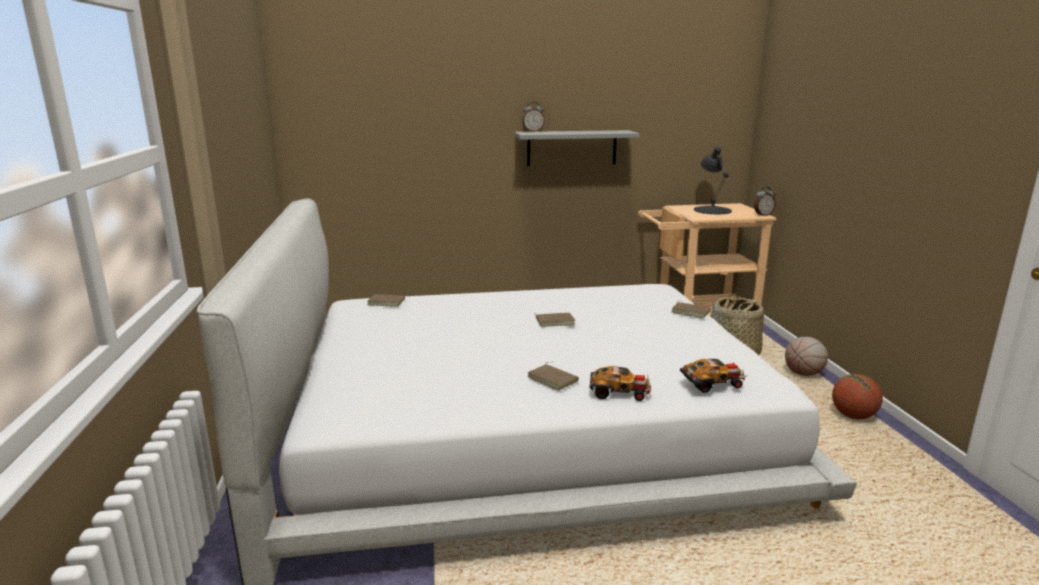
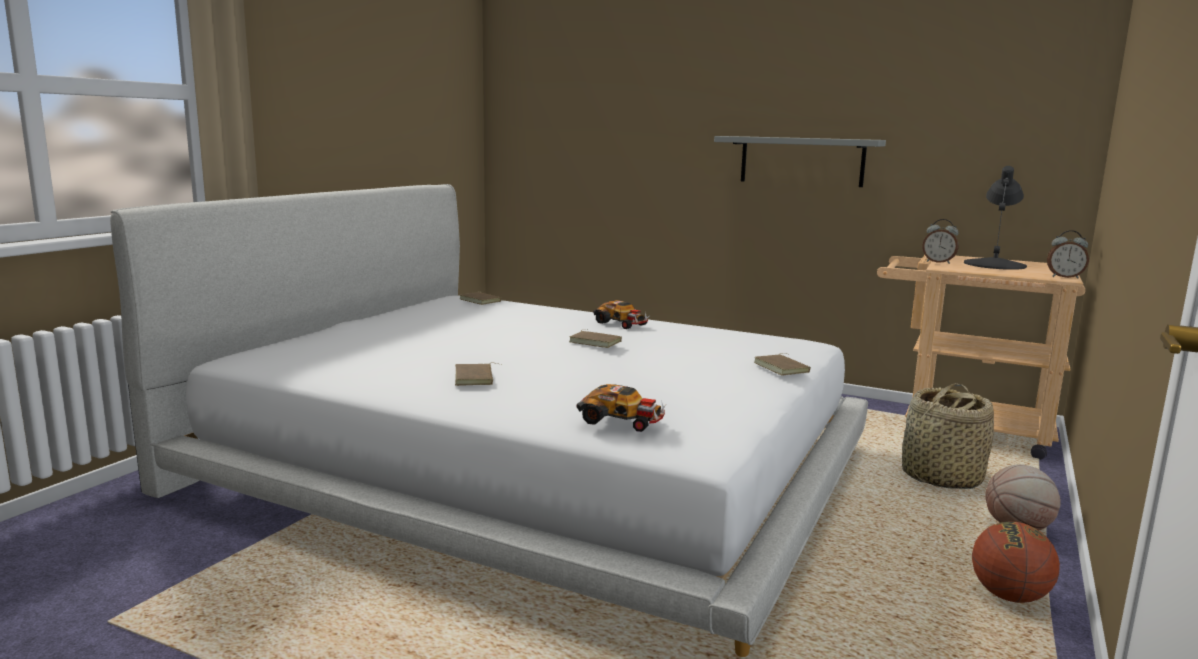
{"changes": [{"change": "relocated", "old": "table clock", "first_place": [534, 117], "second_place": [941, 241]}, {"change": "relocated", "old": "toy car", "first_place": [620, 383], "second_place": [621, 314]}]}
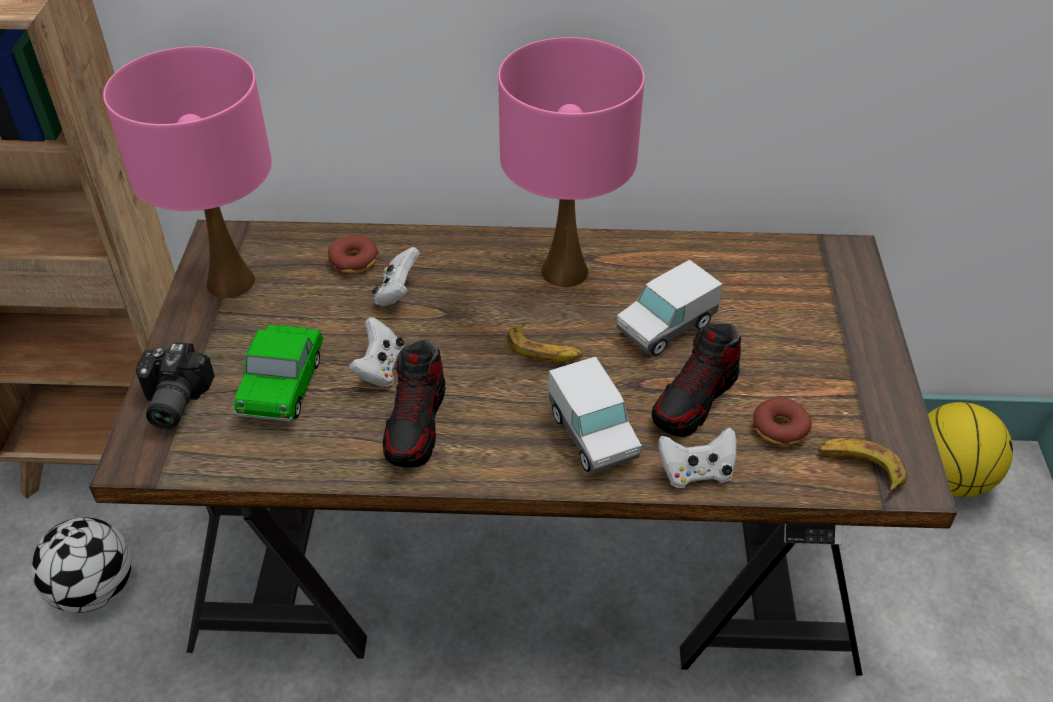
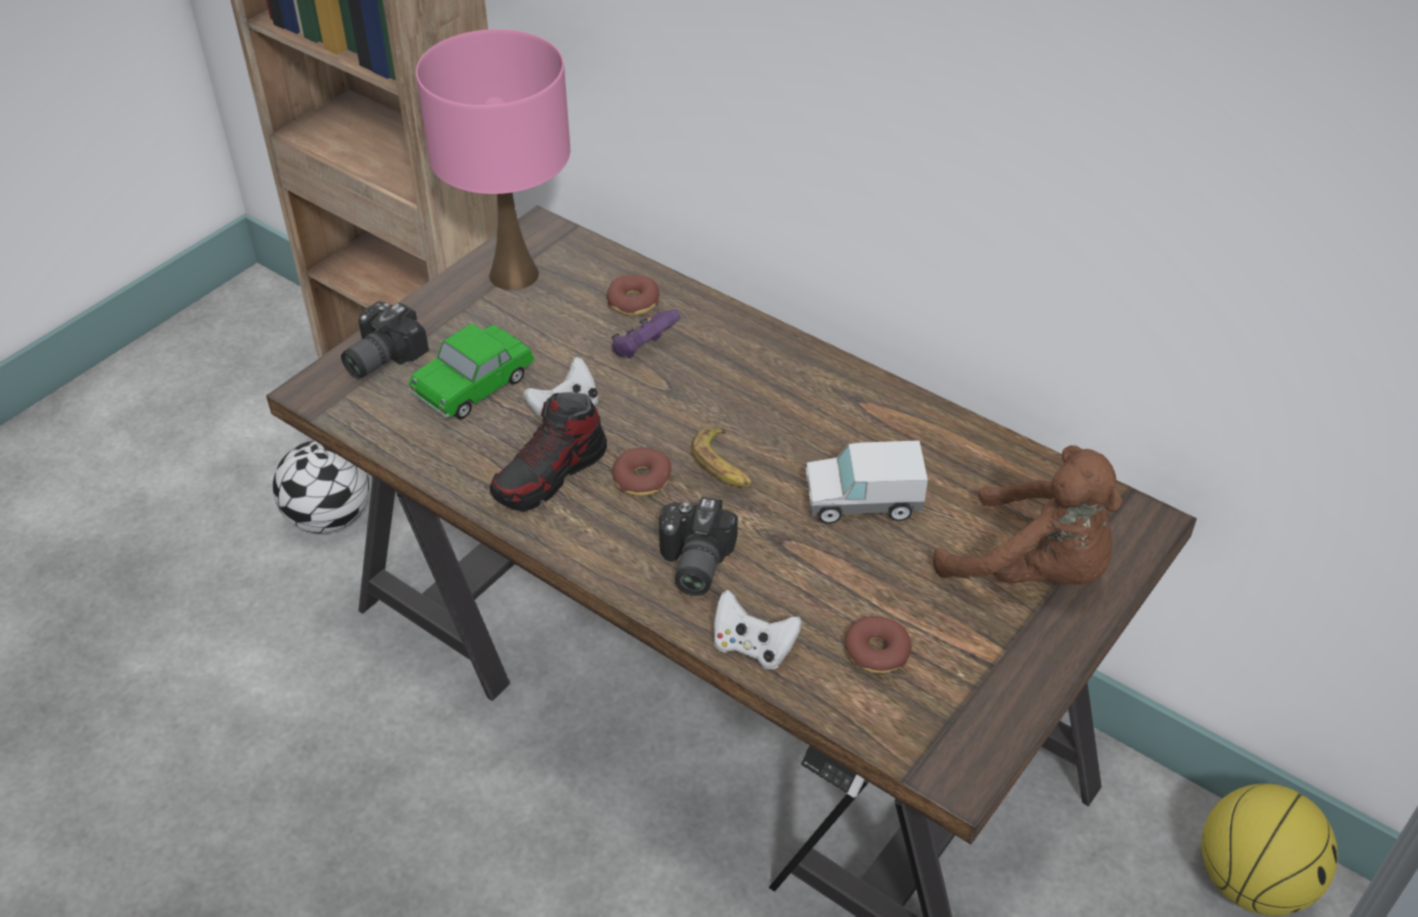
{"changes": [{"change": "colour", "old": "white joypad", "new": "purple joypad", "first_place": [396, 277], "second_place": [645, 333]}, {"change": "missing", "old": "pink-coloured lamp for a table", "first_place": [571, 162]}, {"change": "exchanged", "old": "model truck", "new": "still camera", "first_place": [595, 414], "second_place": [698, 546]}, {"change": "missing", "old": "low shoe", "first_place": [696, 379]}, {"change": "missing", "old": "banana fruit", "first_place": [862, 466]}, {"change": "appeared", "new": "donut", "second_place": [641, 472]}, {"change": "appeared", "new": "brownish cuddly toy", "second_place": [1028, 515]}]}
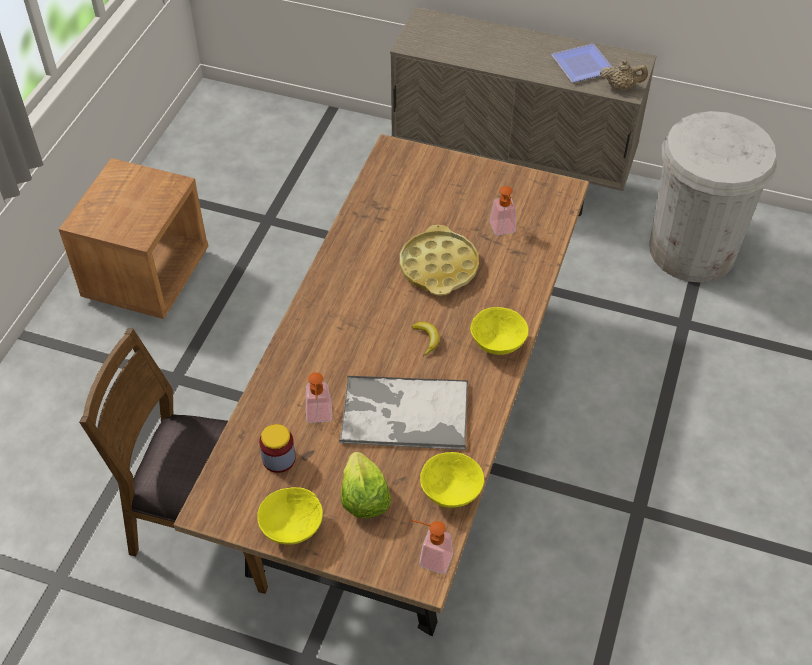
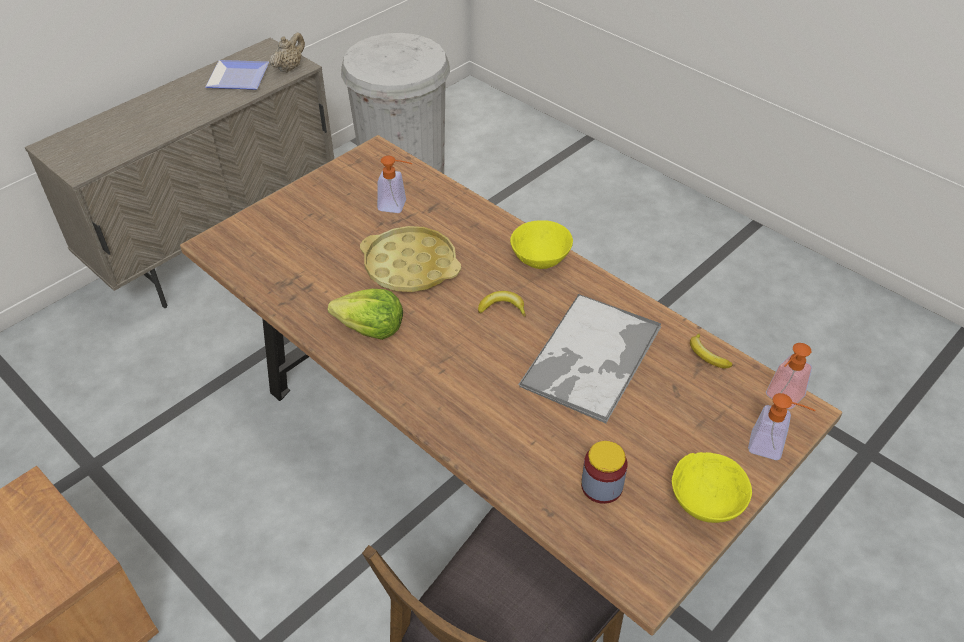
{"changes": [{"change": "relocated", "old": "liquid soap bottle", "first_place": [319, 397], "second_place": [782, 426]}, {"change": "relocated", "old": "lettuce", "first_place": [366, 485], "second_place": [365, 314]}, {"change": "exchanged", "old": "yellowish serving bowl", "new": "banana fruit", "first_place": [452, 480], "second_place": [711, 351]}]}
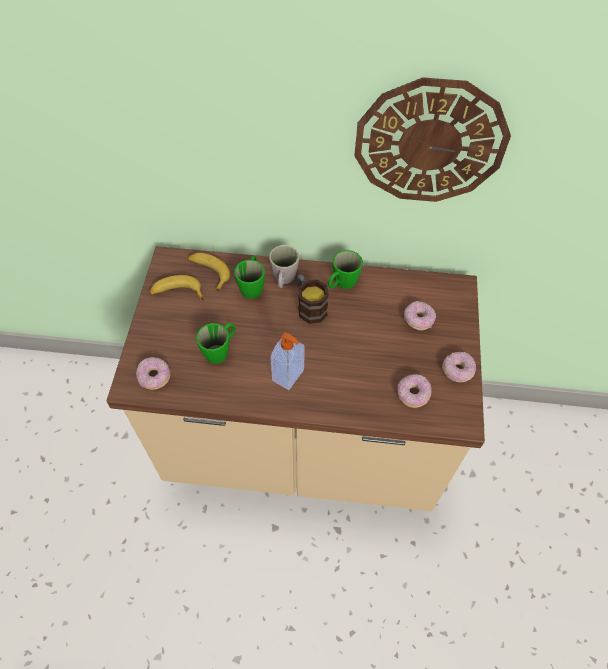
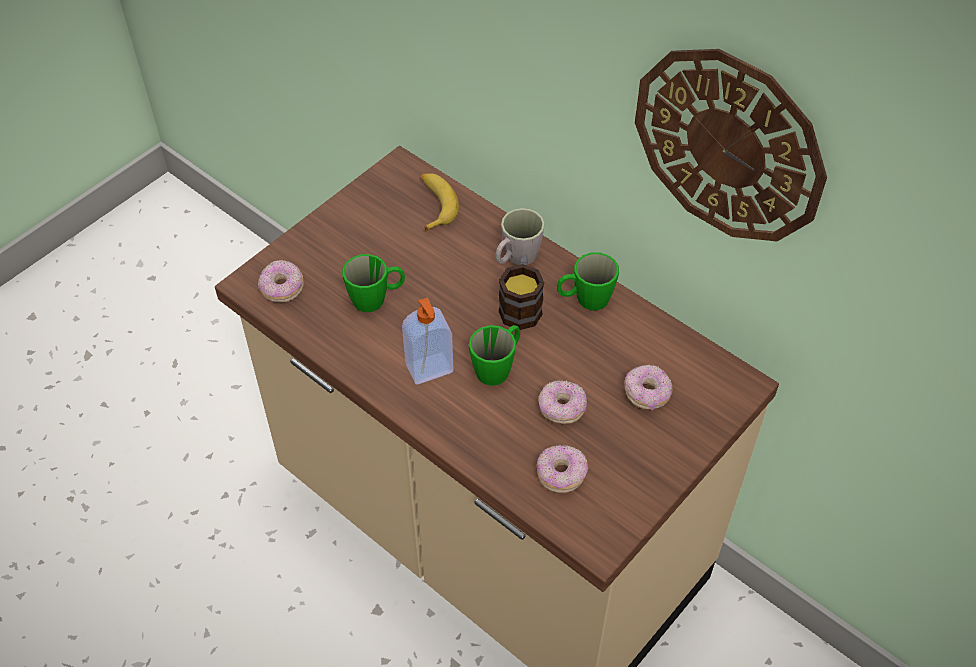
{"changes": [{"change": "missing", "old": "banana fruit", "first_place": [176, 287]}, {"change": "relocated", "old": "green tea mug", "first_place": [249, 277], "second_place": [494, 355]}, {"change": "relocated", "old": "donut", "first_place": [459, 367], "second_place": [562, 402]}]}
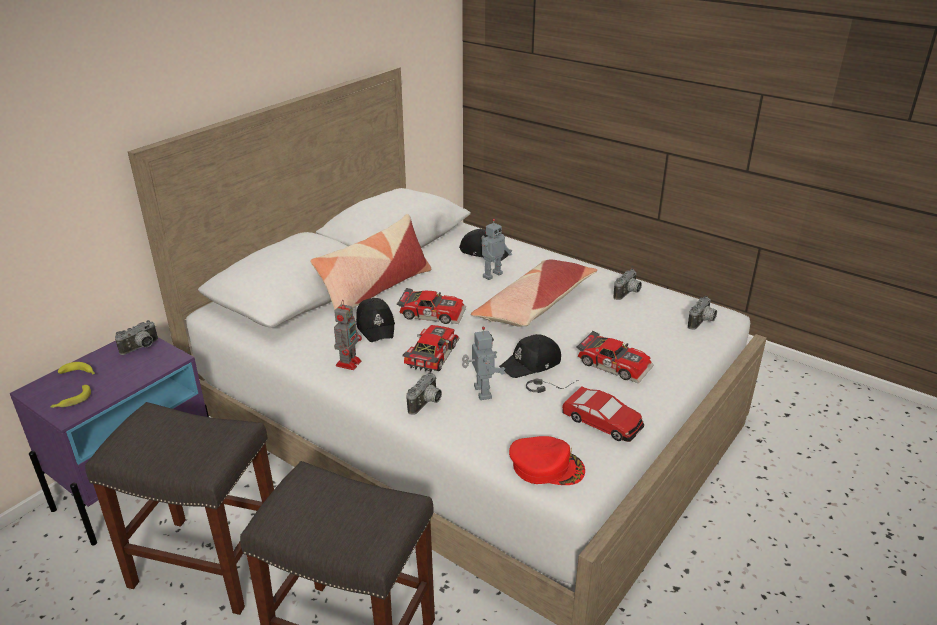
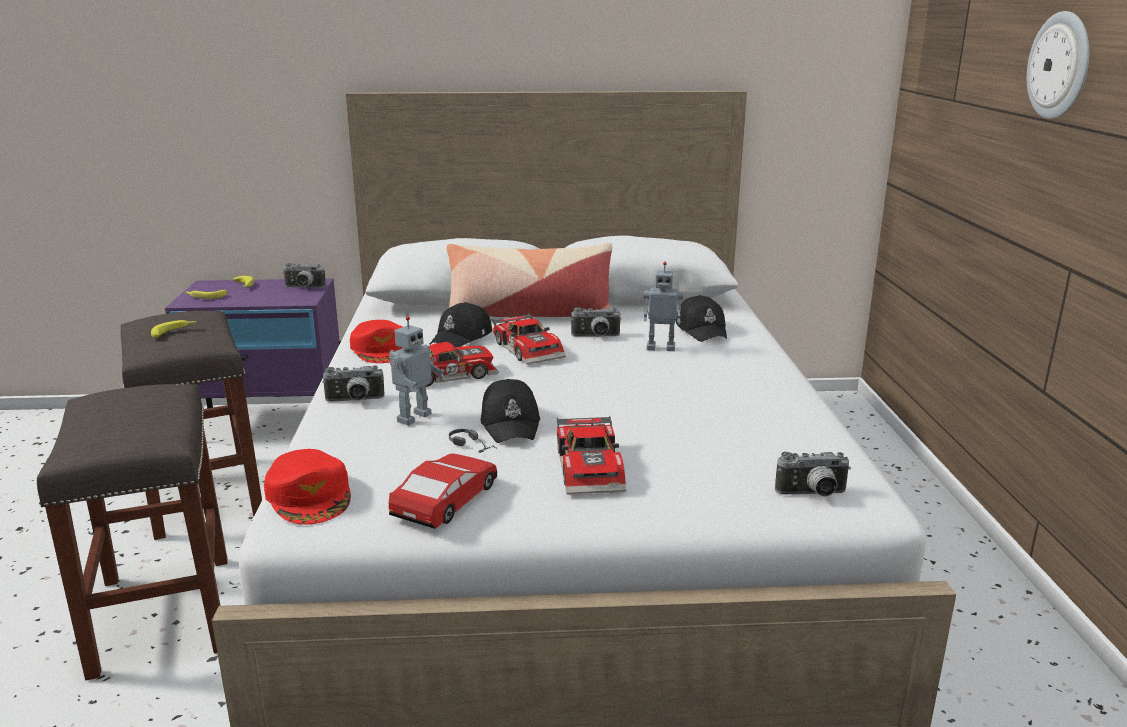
{"changes": [{"change": "exchanged", "old": "toy robot", "new": "red peaked cap", "first_place": [348, 335], "second_place": [376, 341]}, {"change": "missing", "old": "pillow", "first_place": [534, 293]}, {"change": "spun", "old": "blackish peaked cap", "first_place": [530, 356], "second_place": [510, 411], "degrees": -120}, {"change": "spun", "old": "toy car", "first_place": [603, 414], "second_place": [443, 491], "degrees": -150}, {"change": "relocated", "old": "still camera", "first_place": [627, 284], "second_place": [596, 322]}, {"change": "appeared", "new": "banana fruit", "second_place": [174, 329]}, {"change": "appeared", "new": "wall clock", "second_place": [1058, 65]}]}
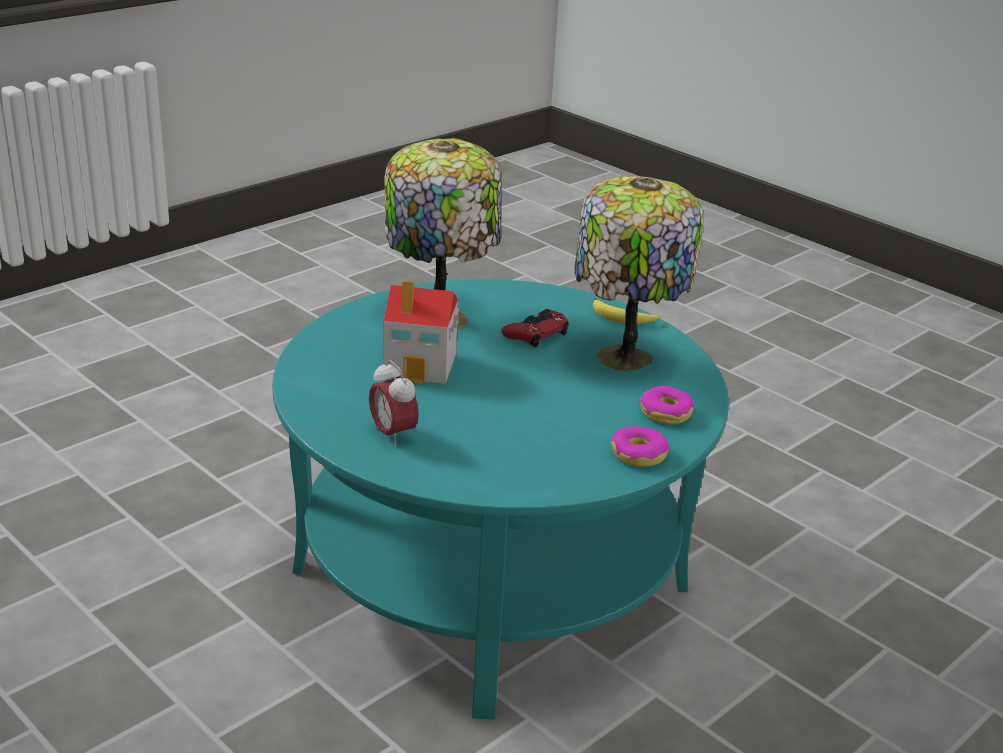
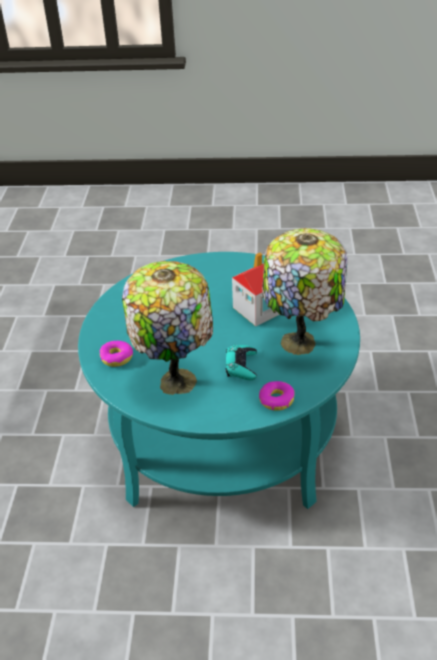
{"changes": [{"change": "missing", "old": "table clock", "first_place": [394, 403]}, {"change": "colour", "old": "red joypad", "new": "turquoise joypad", "first_place": [535, 328], "second_place": [241, 362]}, {"change": "missing", "old": "banana fruit", "first_place": [626, 311]}, {"change": "relocated", "old": "donut", "first_place": [640, 446], "second_place": [277, 396]}]}
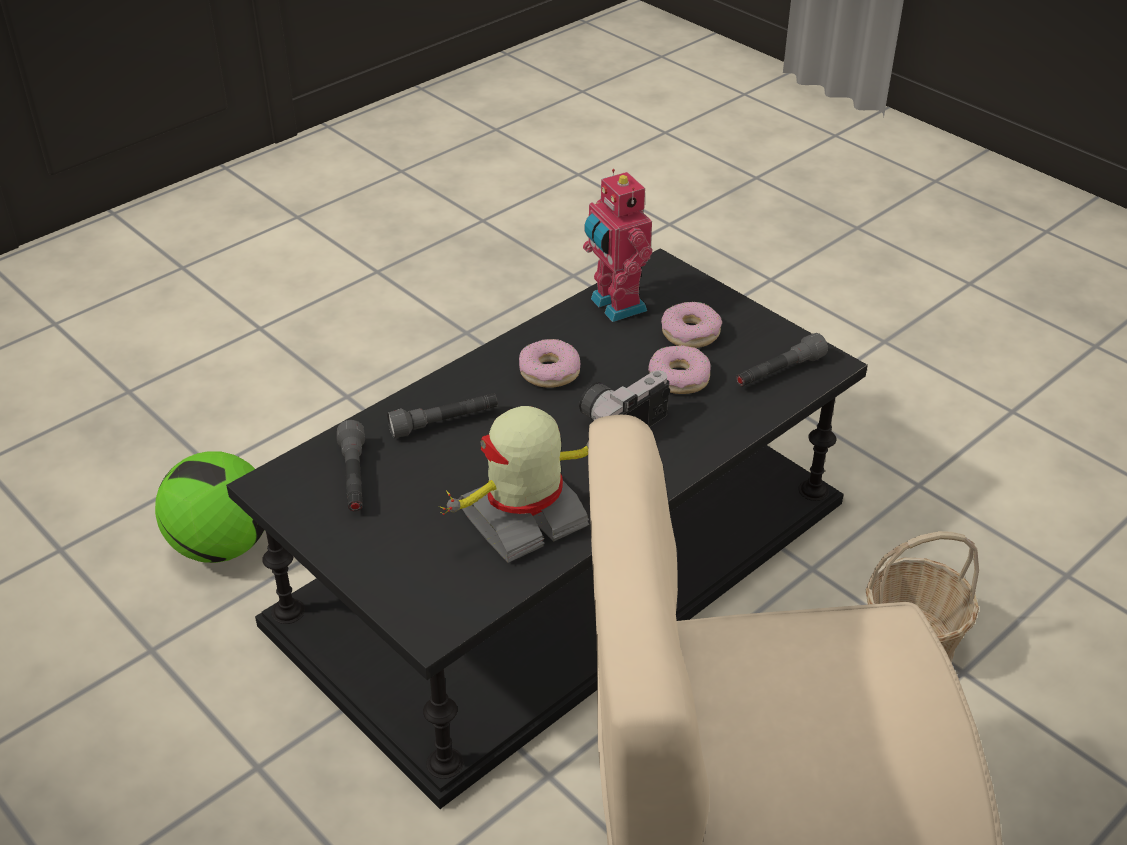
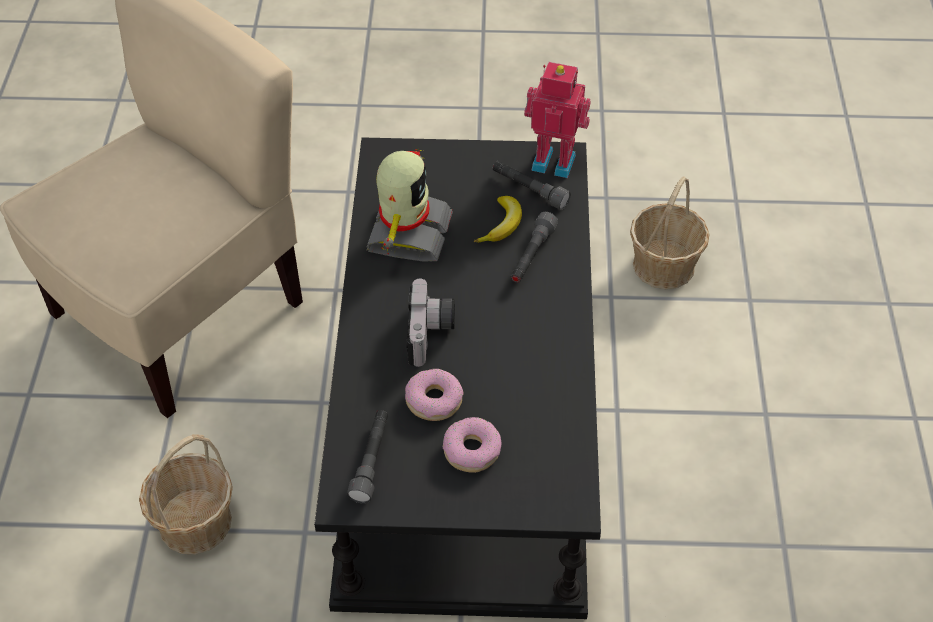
{"changes": [{"change": "exchanged", "old": "ball for football", "new": "storage basket", "first_place": [209, 507], "second_place": [670, 232]}, {"change": "missing", "old": "donut", "first_place": [549, 363]}, {"change": "relocated", "old": "toy robot", "first_place": [617, 245], "second_place": [557, 120]}, {"change": "appeared", "new": "banana fruit", "second_place": [498, 219]}]}
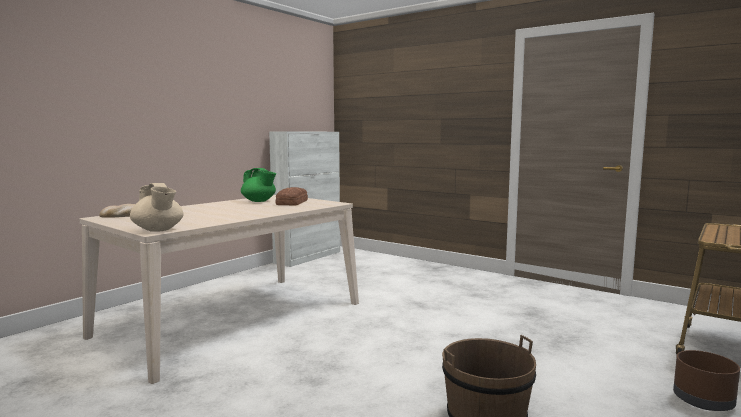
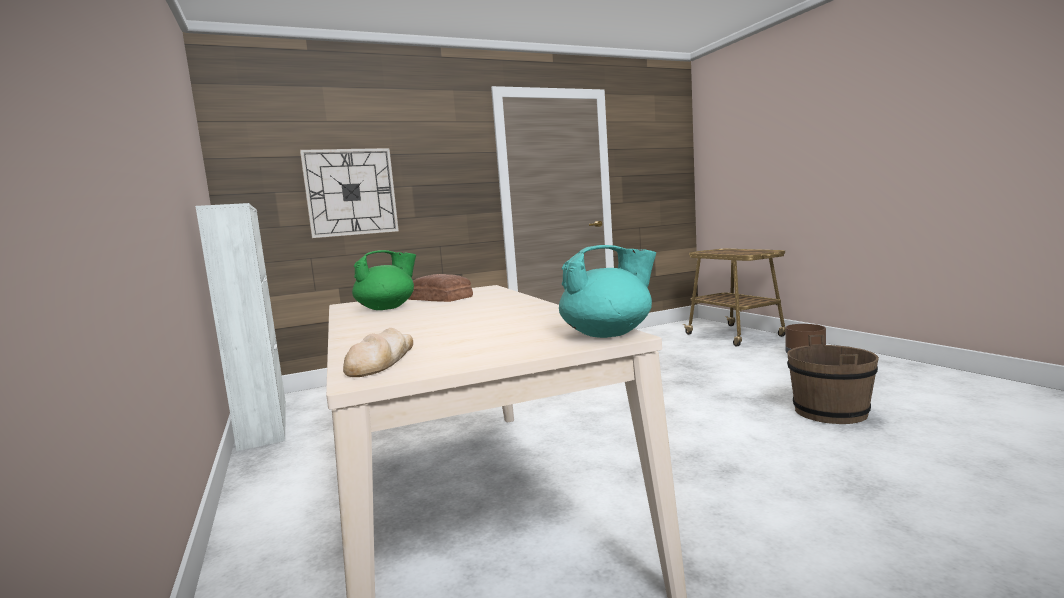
{"changes": [{"change": "colour", "old": "sand-coloured teapot", "new": "turquoise teapot", "first_place": [156, 207], "second_place": [607, 291]}, {"change": "appeared", "new": "wall clock", "second_place": [349, 193]}]}
